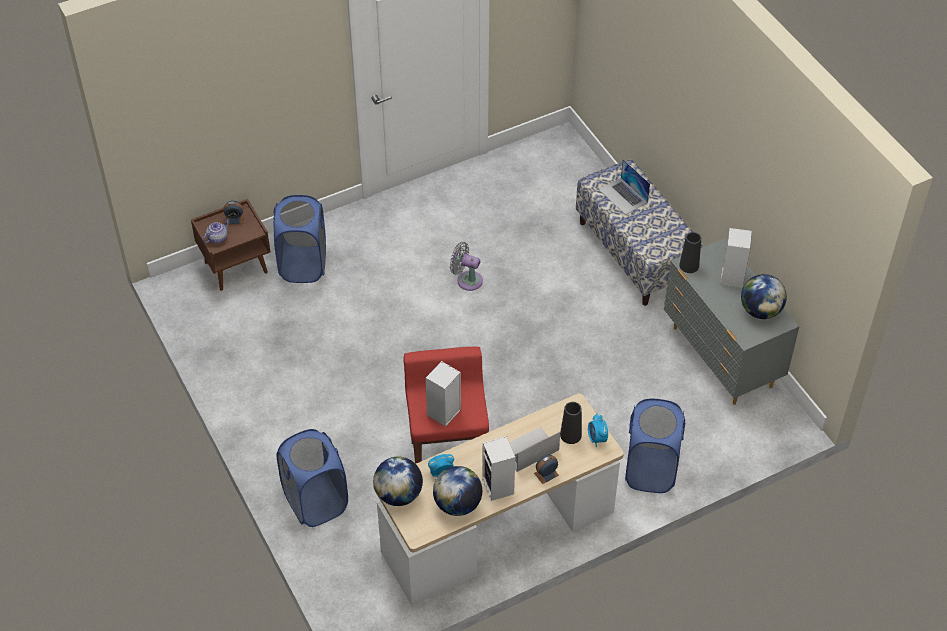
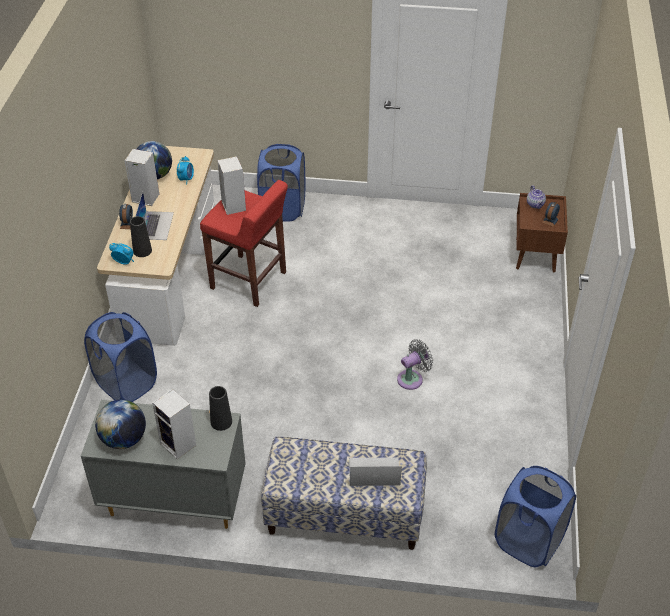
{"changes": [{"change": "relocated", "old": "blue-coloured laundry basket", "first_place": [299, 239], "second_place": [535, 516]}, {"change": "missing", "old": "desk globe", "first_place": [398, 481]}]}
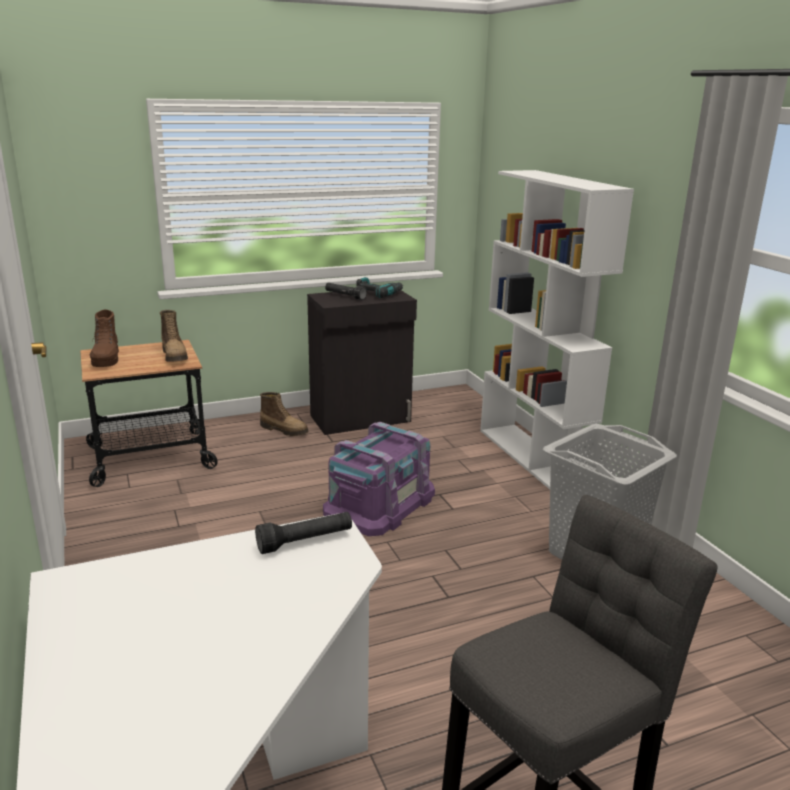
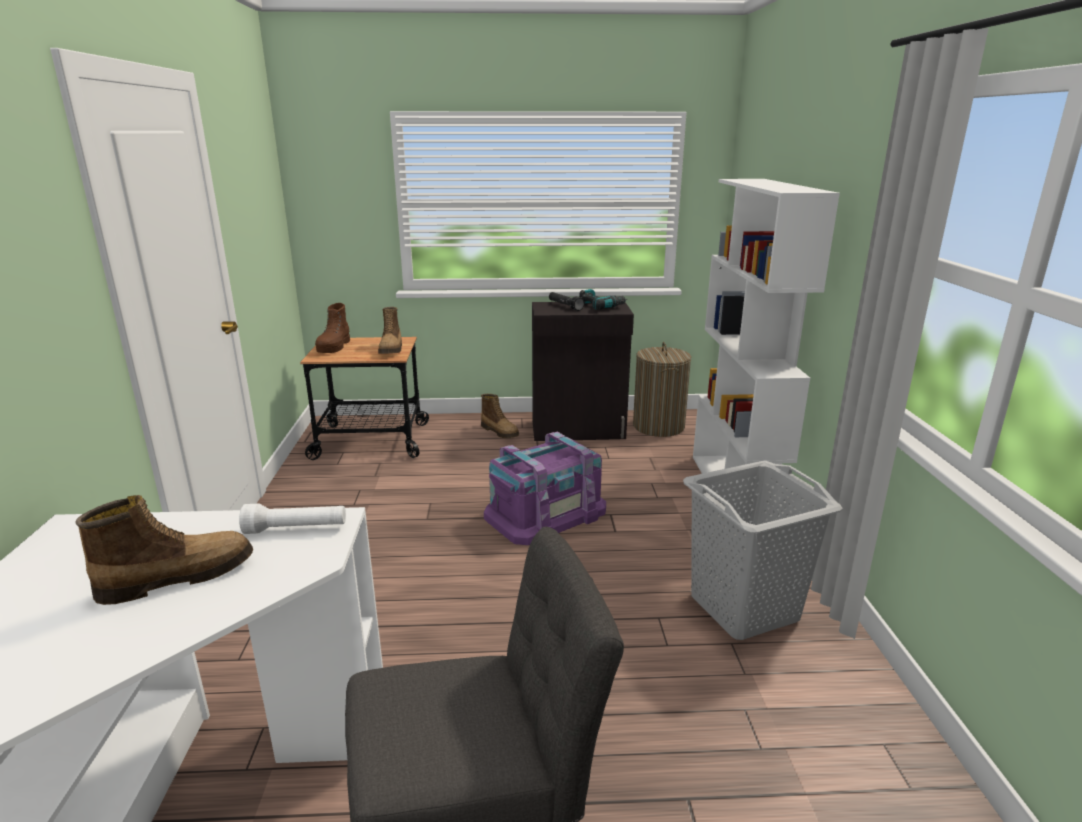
{"changes": [{"change": "colour", "old": "blackish hand torch", "new": "white hand torch", "first_place": [303, 533], "second_place": [292, 519]}, {"change": "appeared", "new": "boot", "second_place": [164, 550]}, {"change": "appeared", "new": "laundry basket", "second_place": [662, 389]}]}
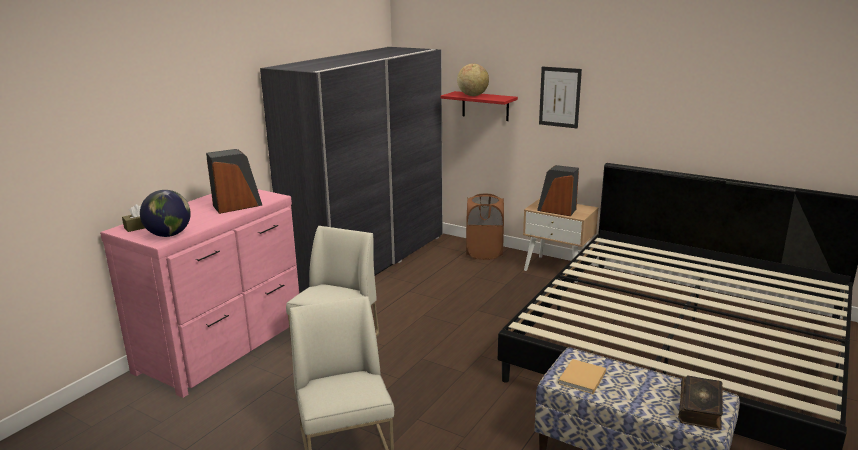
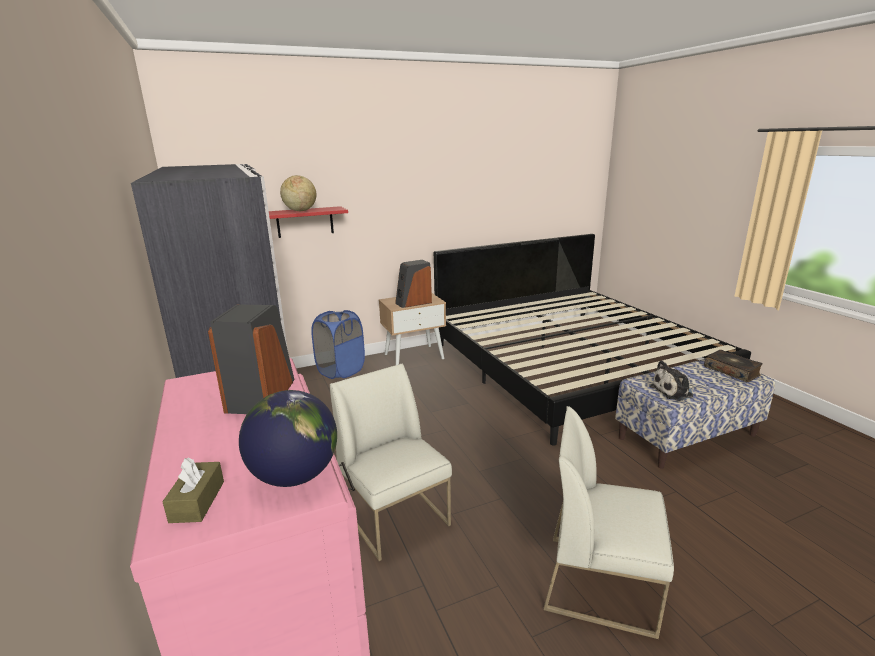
{"changes": [{"change": "colour", "old": "brownish laundry basket", "new": "blue-coloured laundry basket", "first_place": [485, 227], "second_place": [338, 344]}, {"change": "missing", "old": "wall art", "first_place": [560, 97]}, {"change": "exchanged", "old": "sand-coloured bound book", "new": "cuddly toy", "first_place": [582, 376], "second_place": [671, 380]}]}
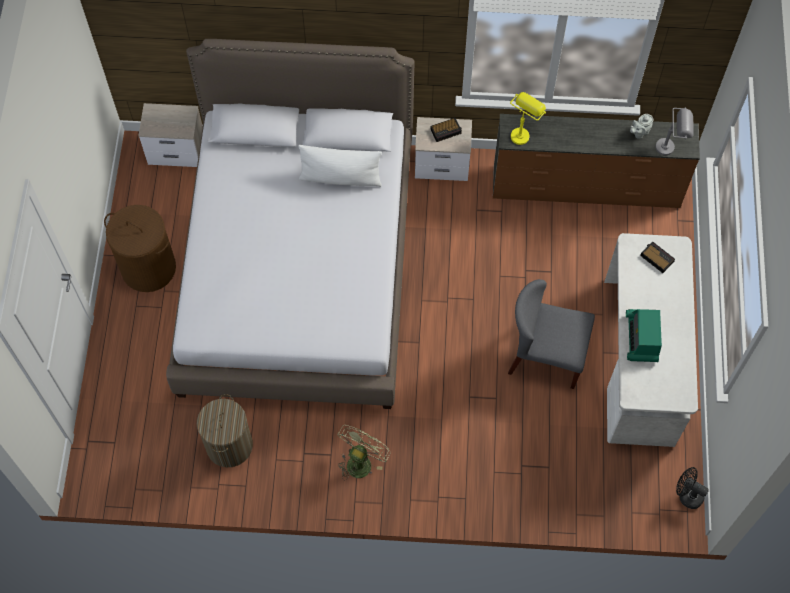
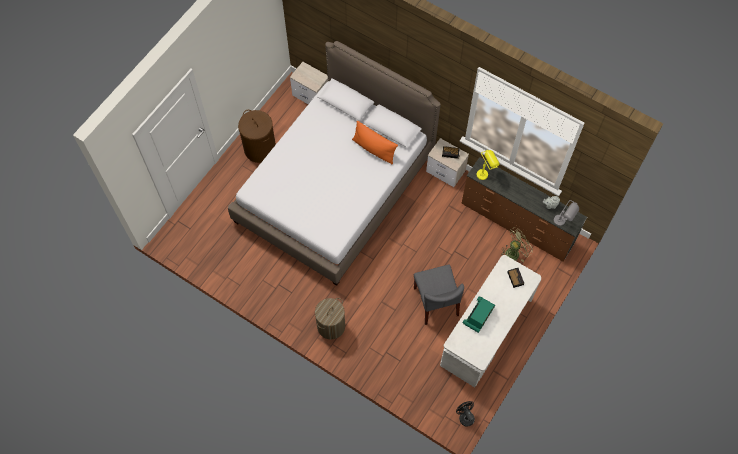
{"changes": [{"change": "relocated", "old": "laundry basket", "first_place": [225, 430], "second_place": [330, 319]}, {"change": "colour", "old": "white pillow", "new": "orange pillow", "first_place": [340, 166], "second_place": [375, 142]}, {"change": "relocated", "old": "green electric fan", "first_place": [364, 452], "second_place": [516, 244]}, {"change": "spun", "old": "greyish chair", "first_place": [551, 334], "second_place": [439, 295], "degrees": -150}]}
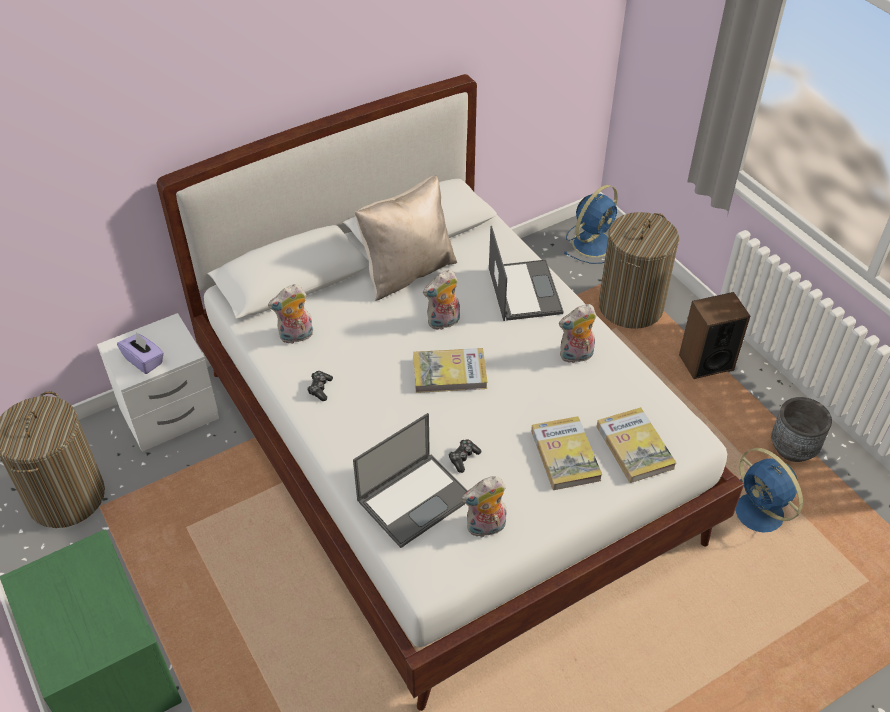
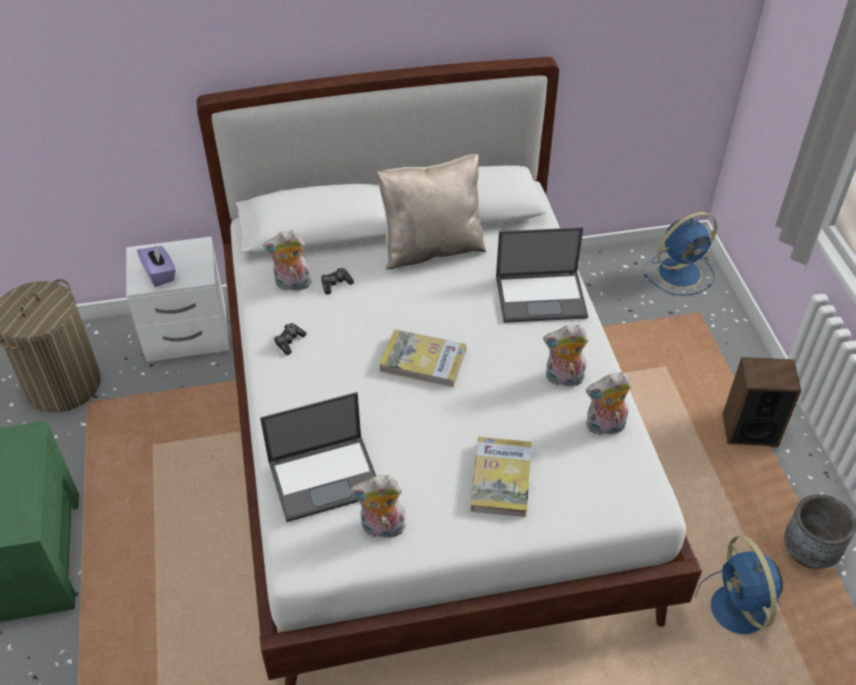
{"changes": [{"change": "relocated", "old": "cuddly toy", "first_place": [441, 300], "second_place": [608, 403]}, {"change": "relocated", "old": "joypad", "first_place": [465, 456], "second_place": [337, 281]}, {"change": "spun", "old": "notebook computer", "first_place": [526, 273], "second_place": [542, 275], "degrees": 75}, {"change": "missing", "old": "bound book", "first_place": [636, 445]}, {"change": "missing", "old": "laundry basket", "first_place": [639, 270]}]}
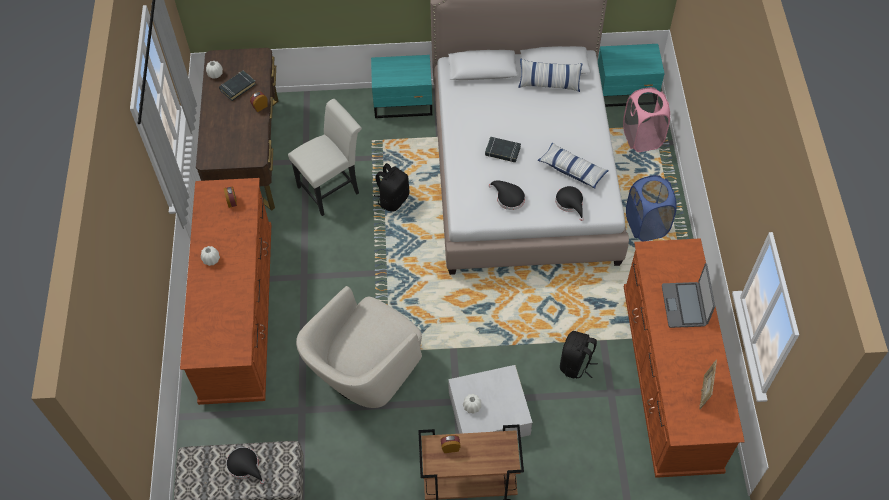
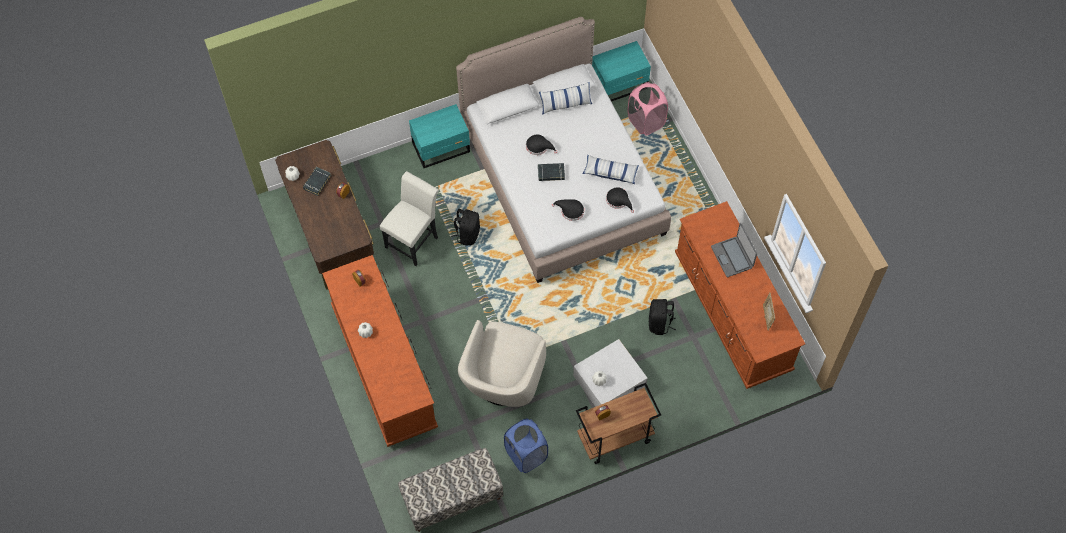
{"changes": [{"change": "relocated", "old": "blackish hat", "first_place": [245, 465], "second_place": [541, 145]}, {"change": "relocated", "old": "blue-coloured laundry basket", "first_place": [651, 208], "second_place": [526, 446]}]}
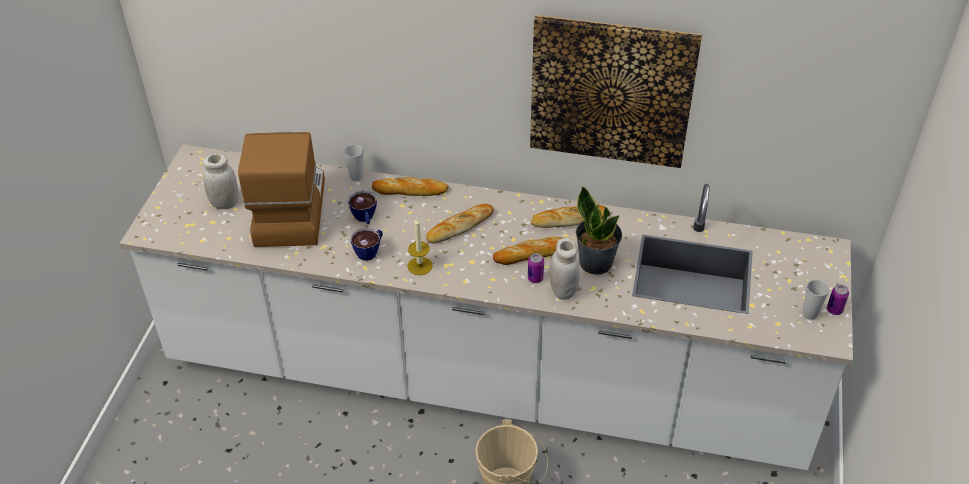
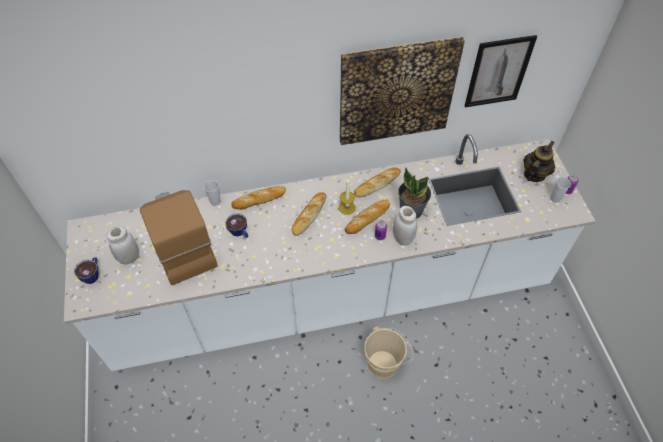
{"changes": [{"change": "relocated", "old": "drinking cup", "first_place": [366, 244], "second_place": [86, 270]}, {"change": "relocated", "old": "candle", "first_place": [420, 246], "second_place": [347, 197]}, {"change": "appeared", "new": "wall art", "second_place": [501, 71]}, {"change": "appeared", "new": "teapot", "second_place": [539, 161]}]}
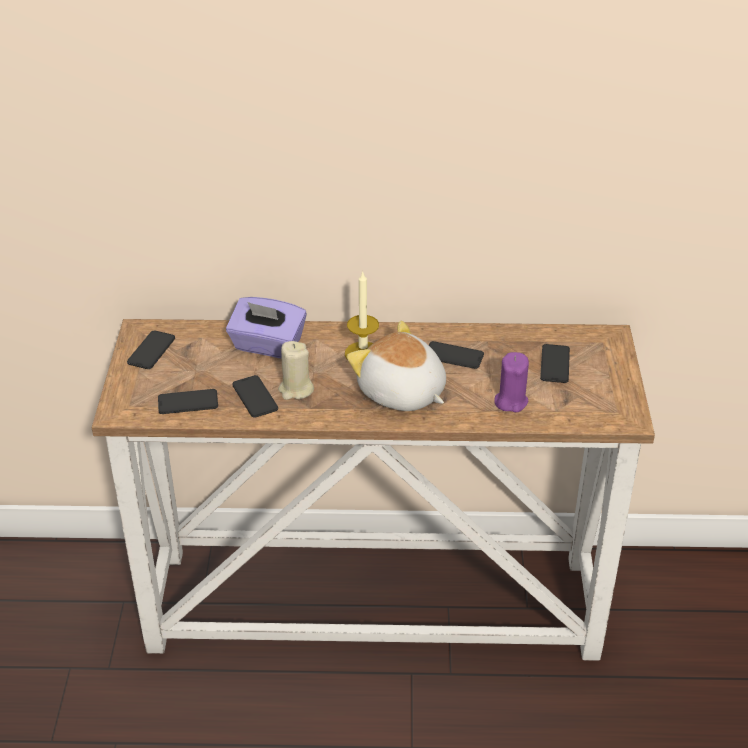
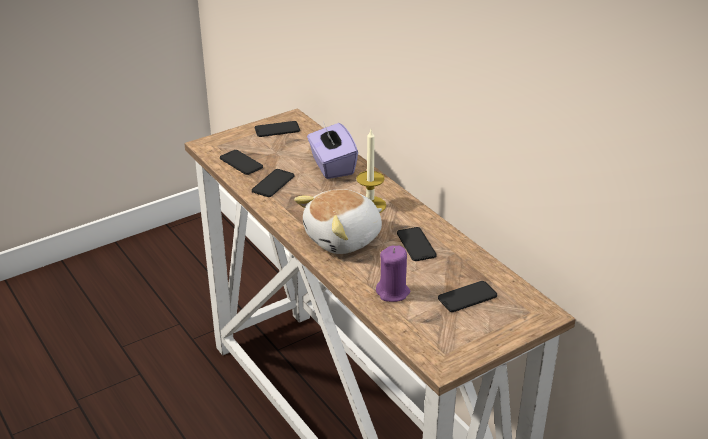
{"changes": [{"change": "missing", "old": "sand-coloured candle", "first_place": [296, 370]}, {"change": "spun", "old": "cuddly toy", "first_place": [396, 366], "second_place": [338, 221], "degrees": -135}]}
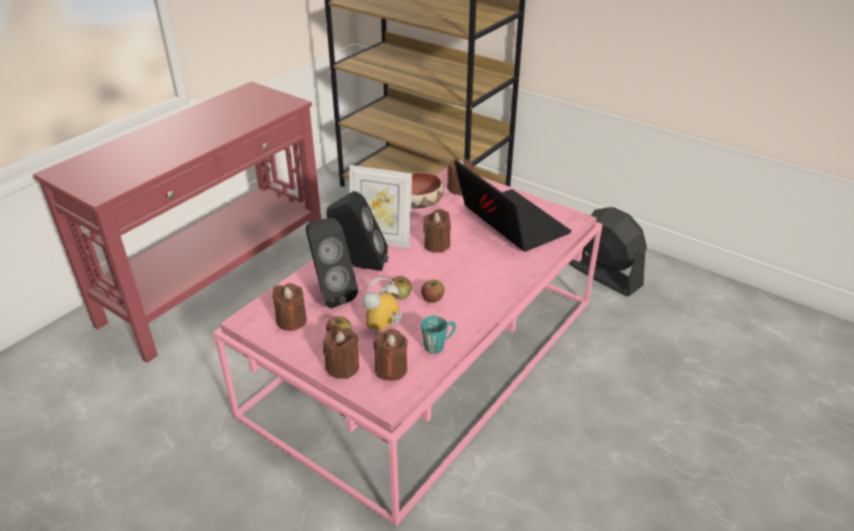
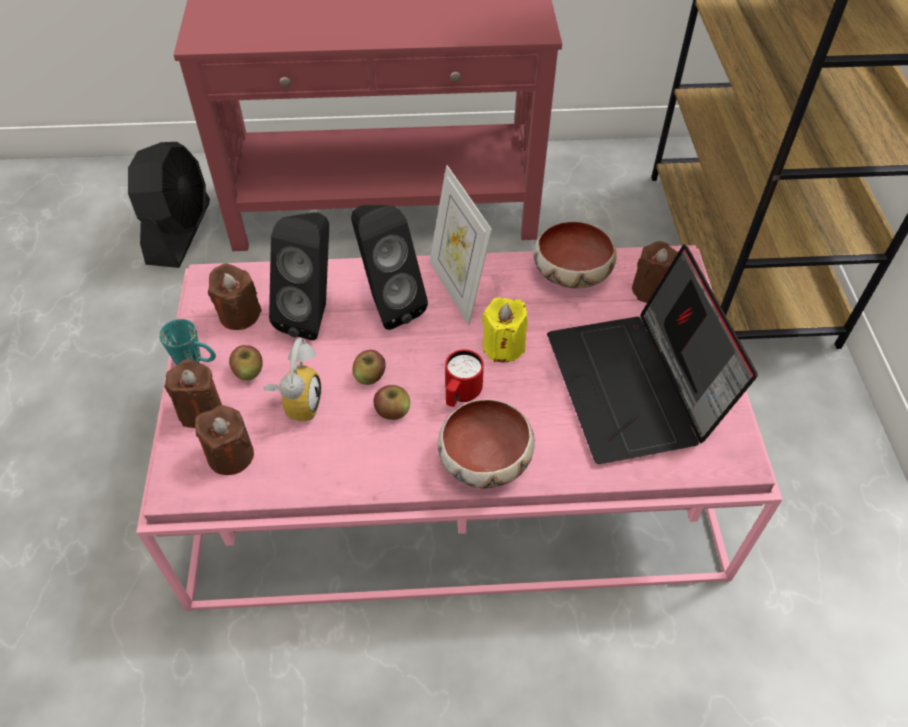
{"changes": [{"change": "spun", "old": "table clock", "first_place": [382, 305], "second_place": [292, 379], "degrees": 90}, {"change": "relocated", "old": "turquoise tea mug", "first_place": [438, 335], "second_place": [187, 342]}, {"change": "colour", "old": "brownish candle", "new": "yellowish candle", "first_place": [437, 231], "second_place": [504, 329]}, {"change": "spun", "old": "notebook computer", "first_place": [513, 205], "second_place": [652, 354], "degrees": 150}, {"change": "relocated", "old": "blackish electric fan", "first_place": [608, 251], "second_place": [169, 205]}, {"change": "appeared", "new": "serving bowl", "second_place": [486, 443]}, {"change": "appeared", "new": "red tea mug", "second_place": [464, 378]}]}
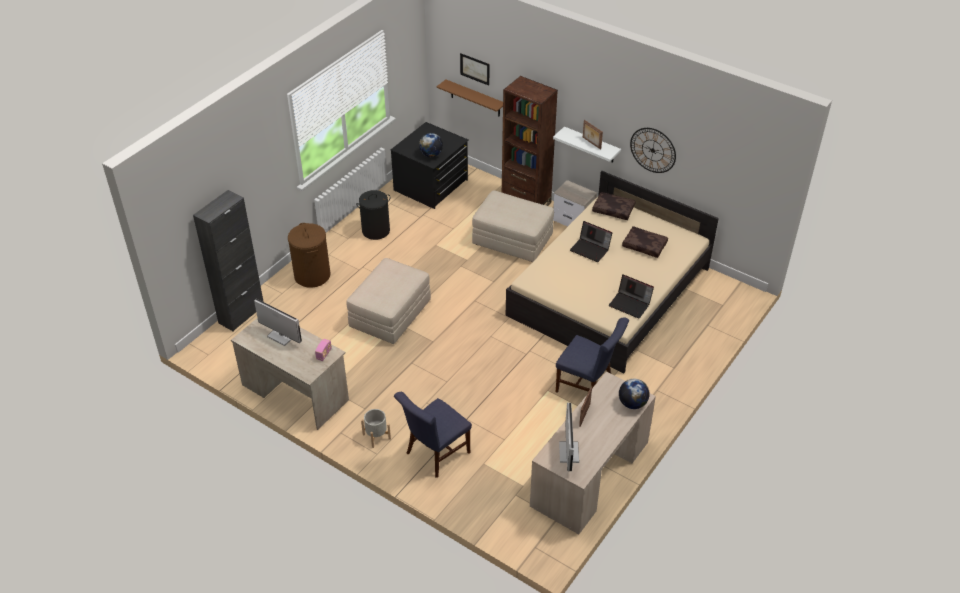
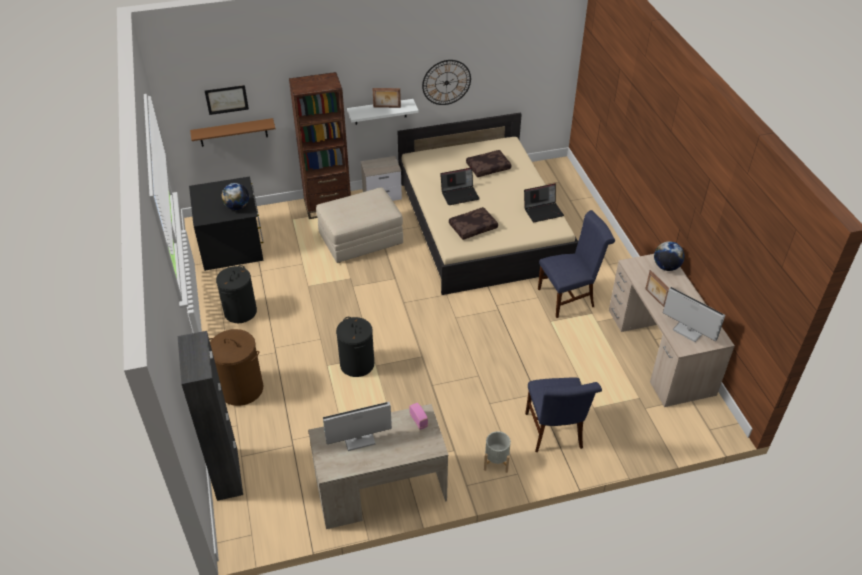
{"changes": [{"change": "exchanged", "old": "sand-coloured footrest", "new": "blackish laundry basket", "first_place": [388, 301], "second_place": [355, 347]}, {"change": "relocated", "old": "brownish pillow", "first_place": [614, 206], "second_place": [473, 223]}]}
